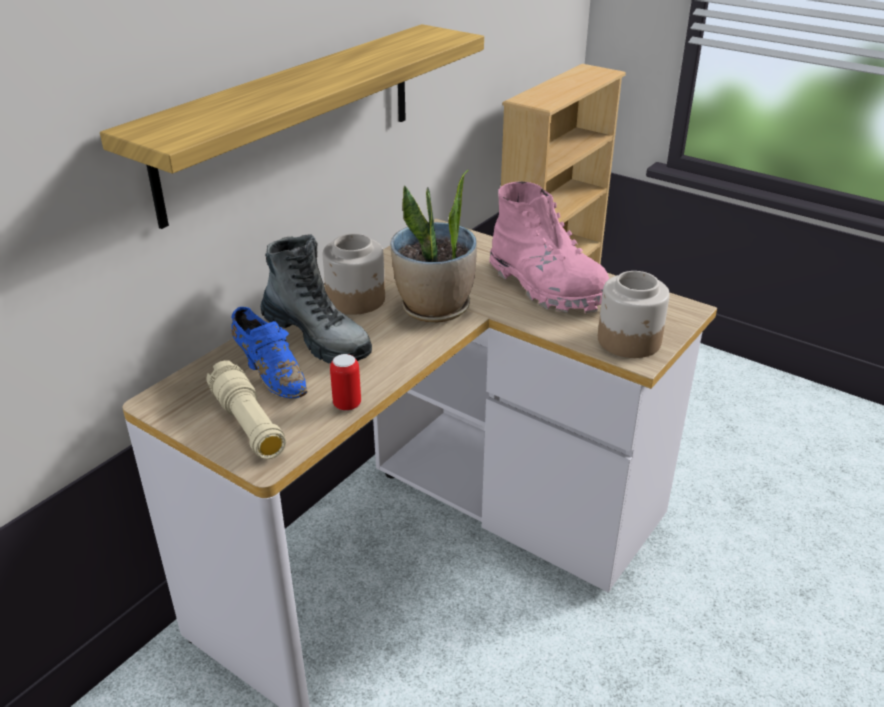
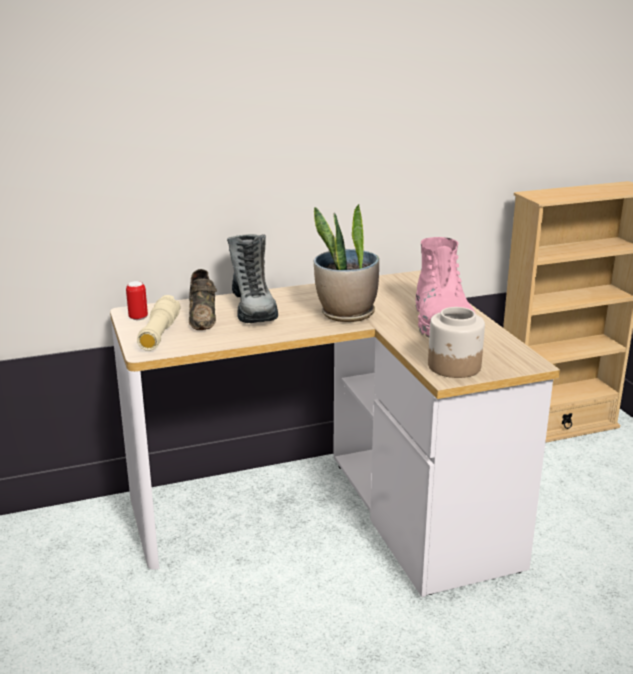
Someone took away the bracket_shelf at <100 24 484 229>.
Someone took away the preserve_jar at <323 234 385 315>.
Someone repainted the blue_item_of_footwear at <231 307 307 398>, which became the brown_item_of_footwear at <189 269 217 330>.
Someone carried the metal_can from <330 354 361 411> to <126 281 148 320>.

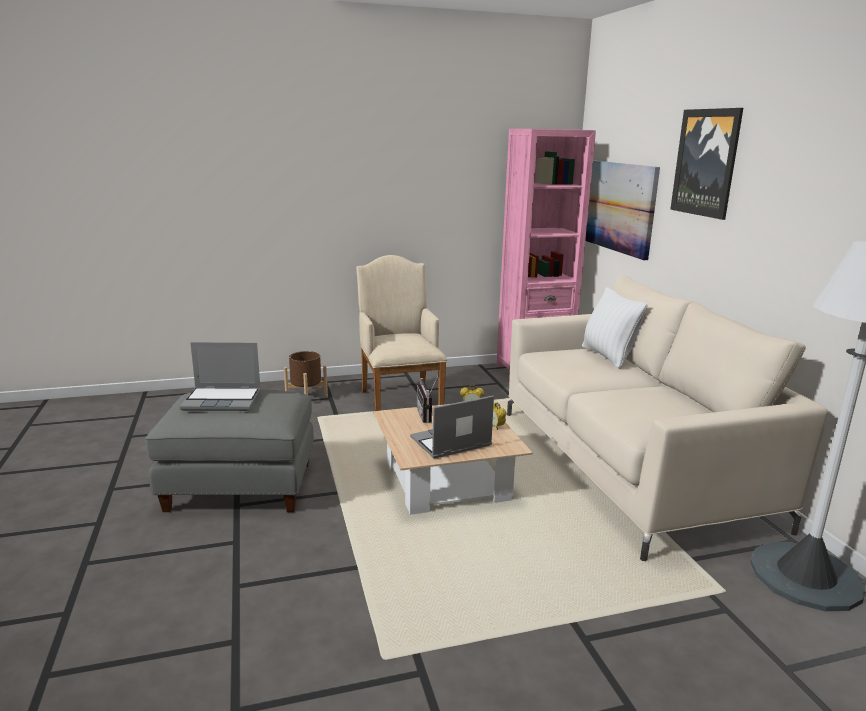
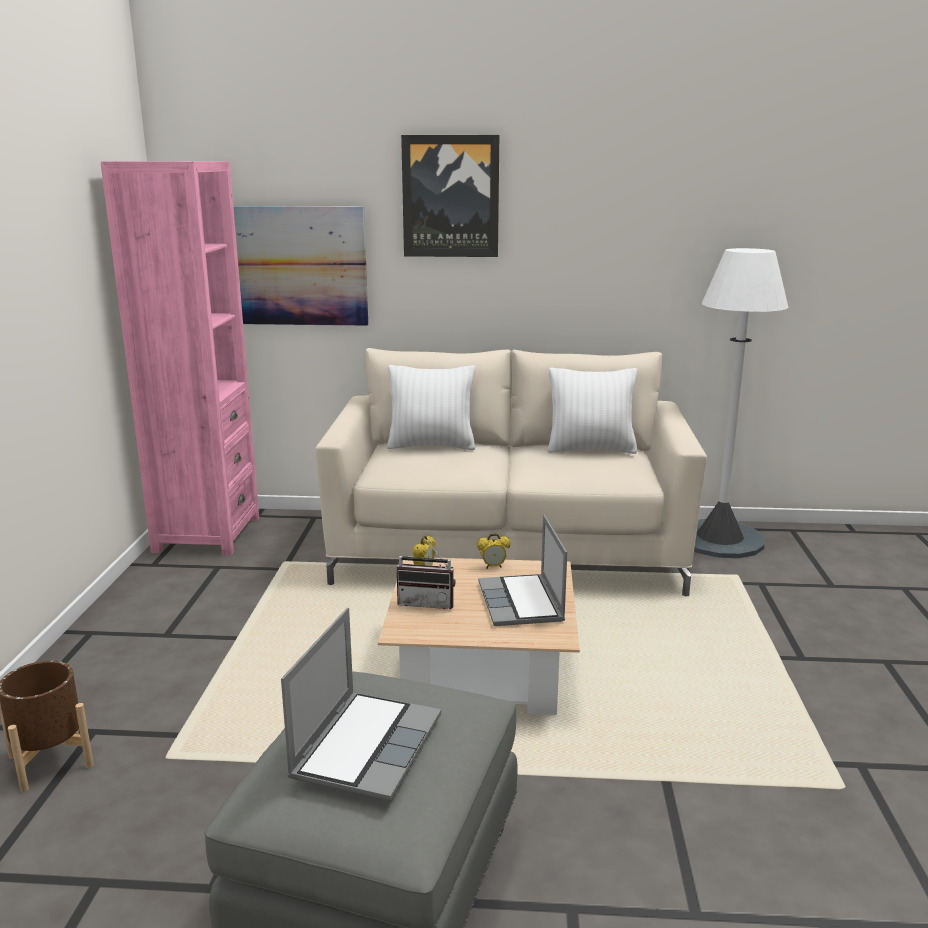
Someone took away the sand-coloured_easy_chair at <357 255 448 411>.
Someone put down the white_pillow at <547 368 638 454>.

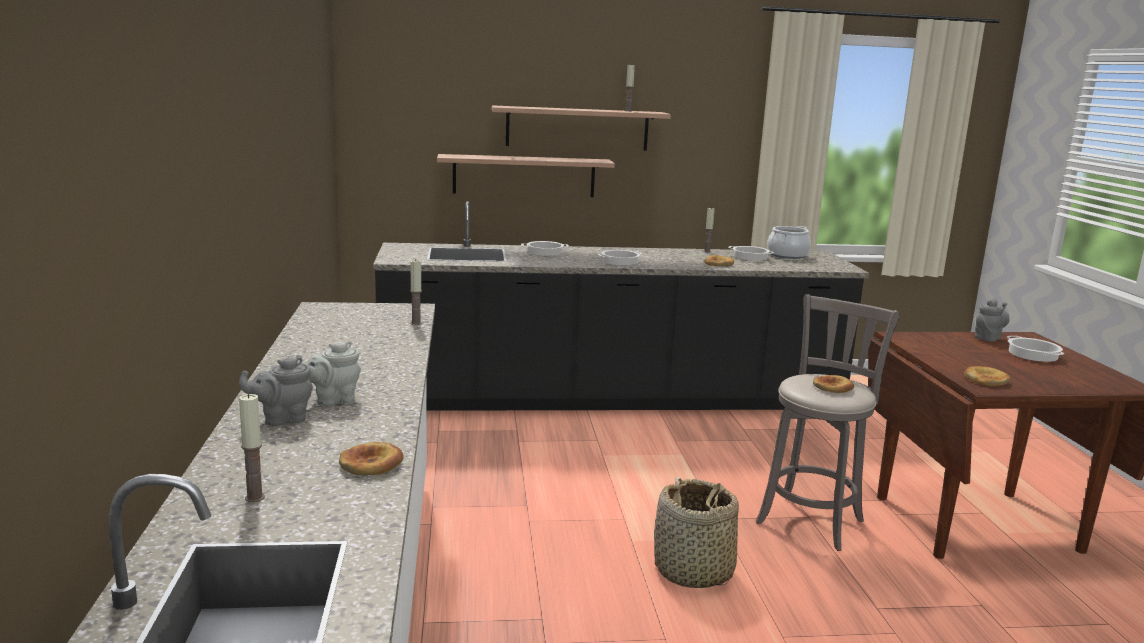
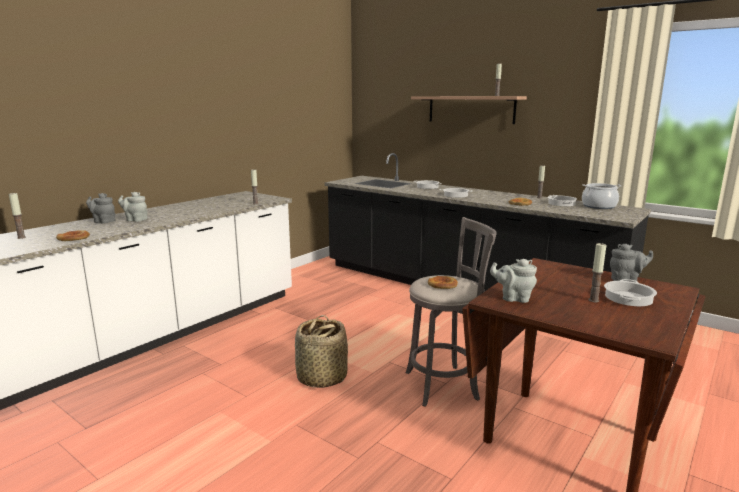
Someone took away the bracket_shelf at <437 154 615 197>.
Someone swapped the bakery_bread at <964 366 1011 386> for the gray_tea_pot at <490 259 537 303>.
Someone put down the wax_candle at <588 243 606 302>.

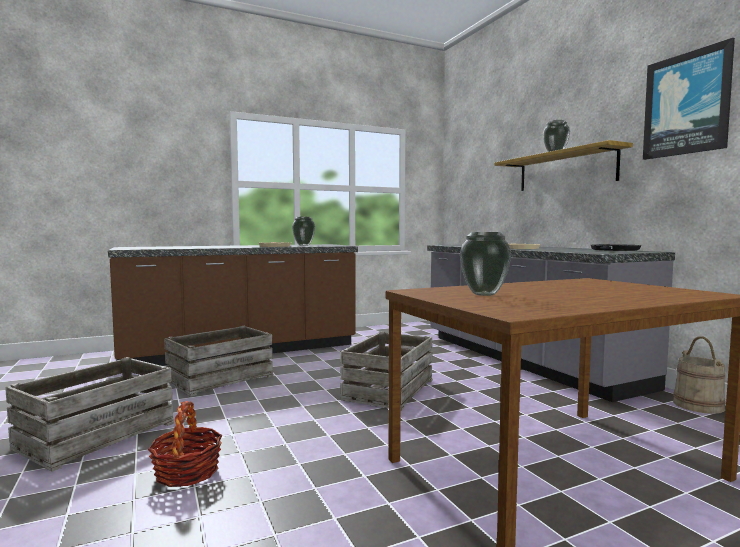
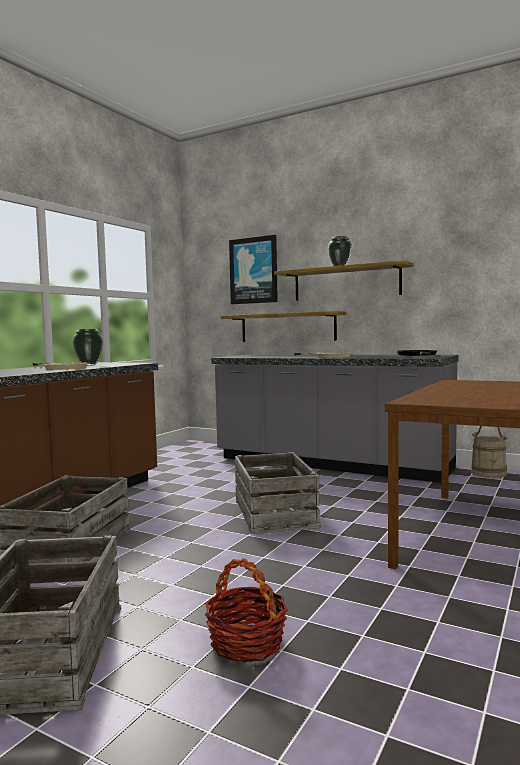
Someone carried the wall_art from <643 38 735 160> to <229 235 278 304>.
Someone took away the vase at <460 232 511 296>.
Someone put up the bracket_shelf at <221 311 347 342>.

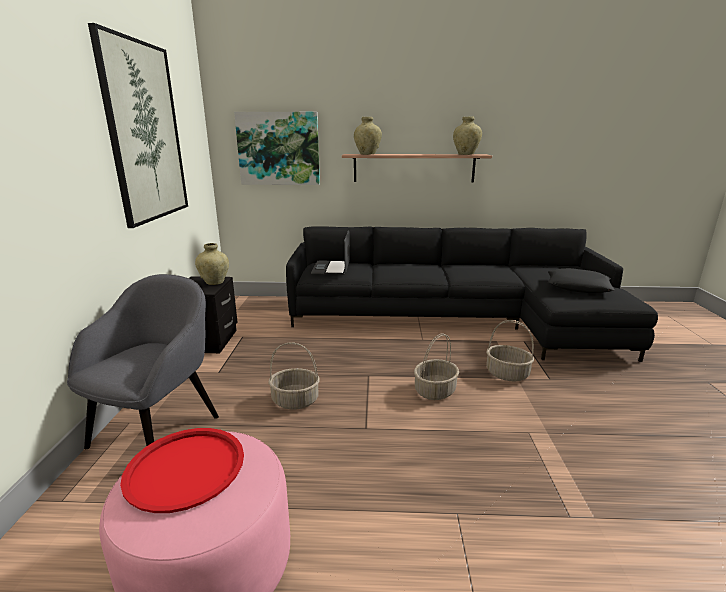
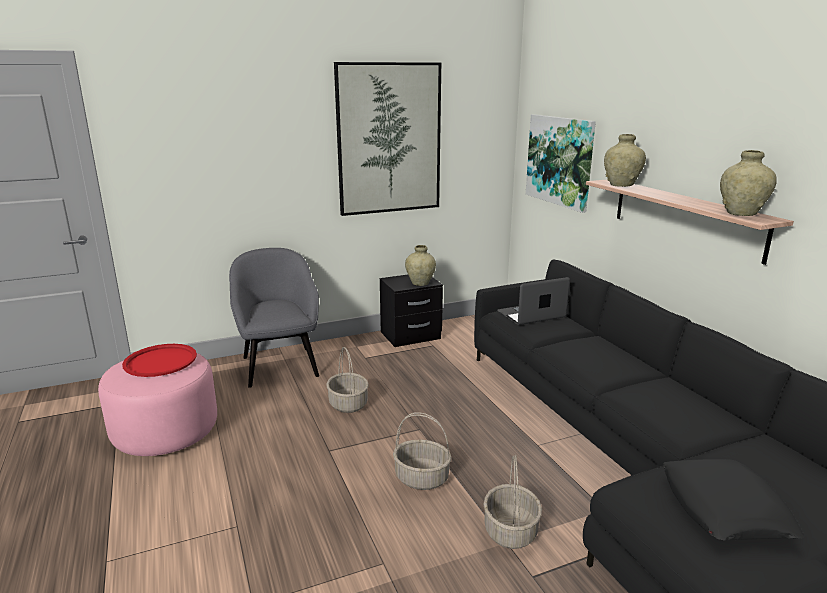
Someone rotated the gray_easy_chair at <67 274 219 449> by 105 degrees counterclockwise.

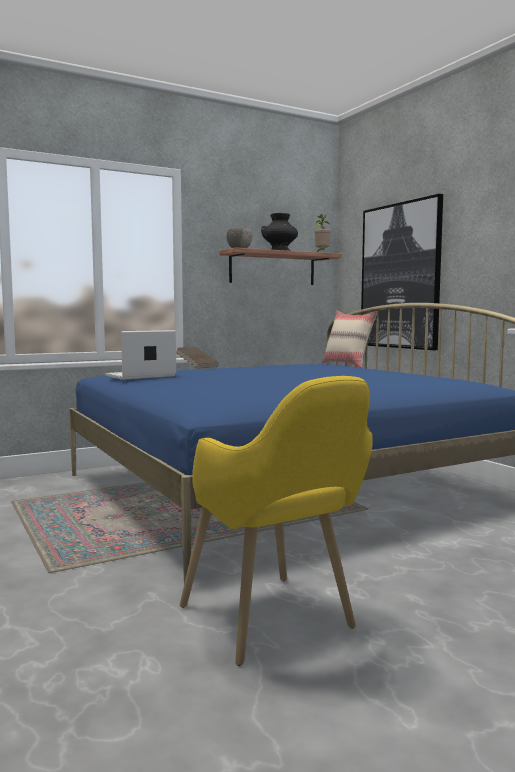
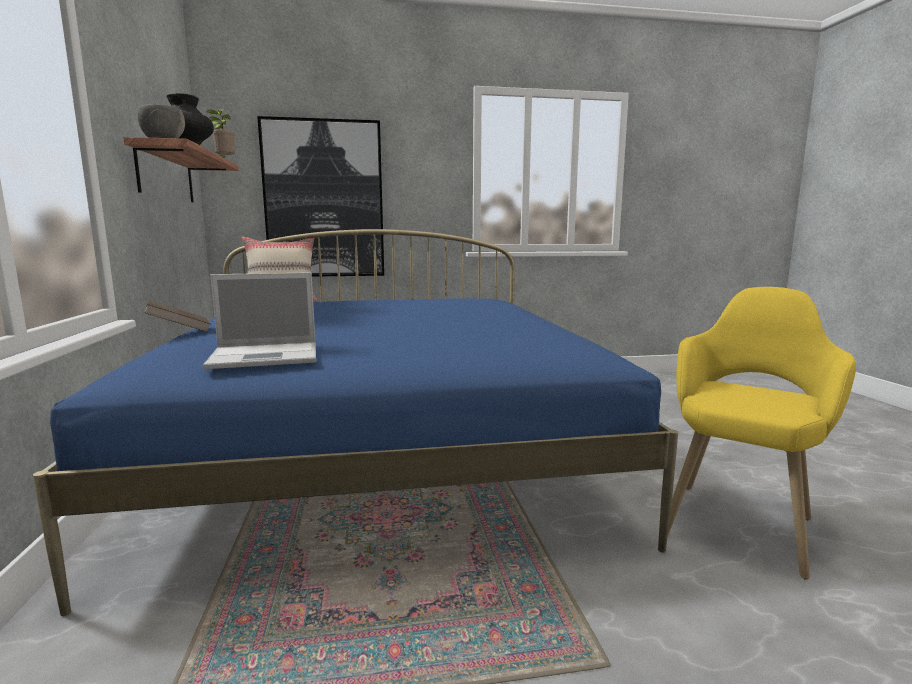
Someone rotated the portable_computer at <105 330 176 380> by 90 degrees counterclockwise.
Someone rotated the yellow_easy_chair at <180 376 373 666> by 45 degrees counterclockwise.

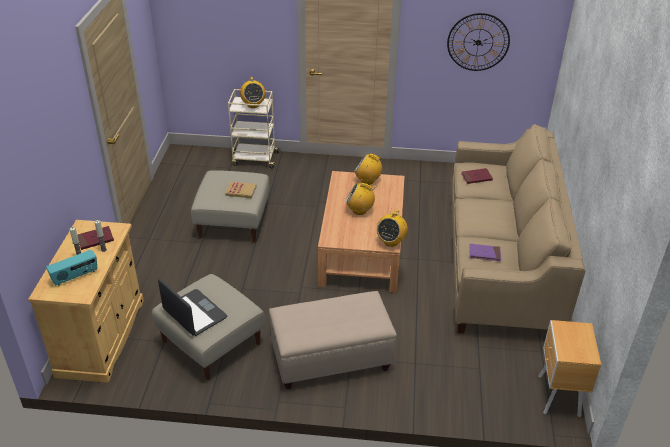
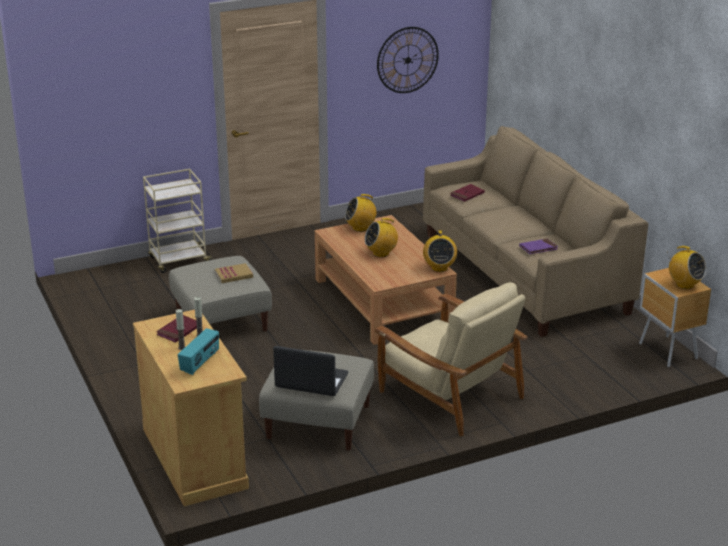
Someone carried the radio_receiver from <240 77 266 108> to <667 246 706 289>.
Someone swapped the sand-coloured_ottoman at <269 291 397 389> for the sand-coloured_easy_chair at <374 282 528 437>.

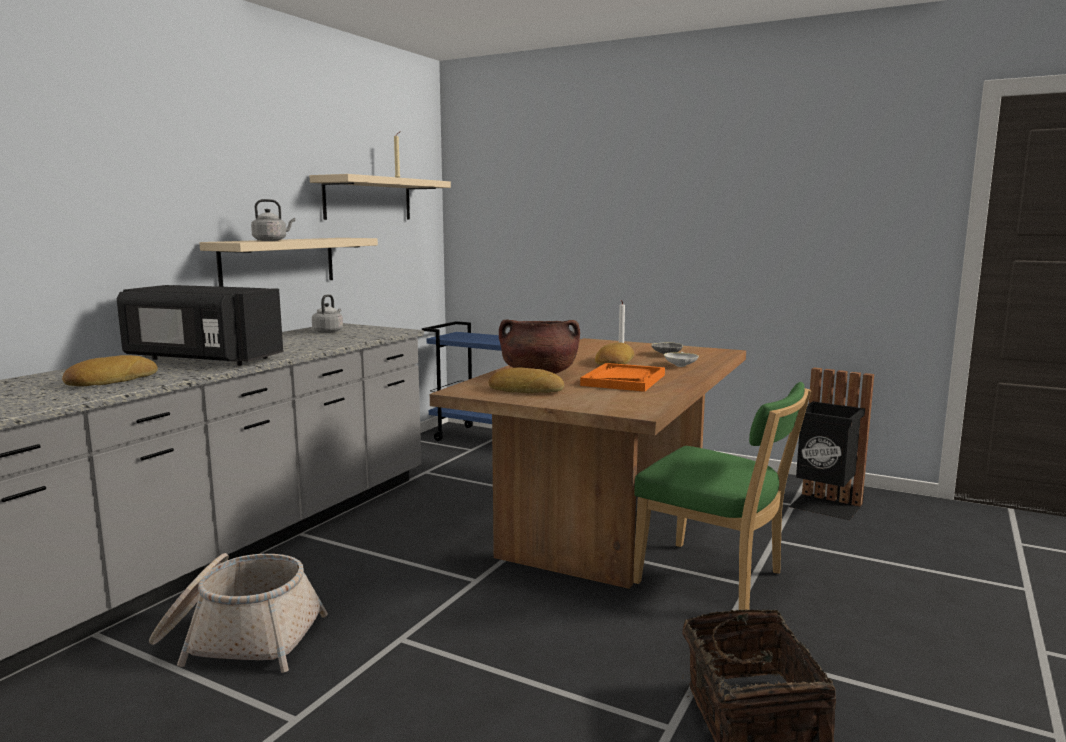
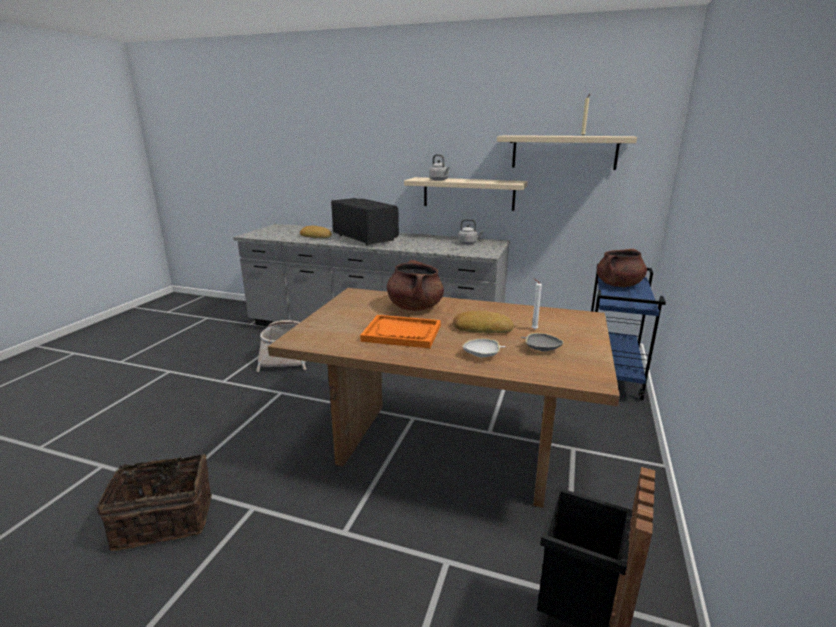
Someone rotated the black_microwave_oven at <117 285 284 366> by 135 degrees clockwise.
Someone took away the bakery_bread at <489 368 564 393>.
Someone took away the greenish_chair at <633 382 811 610>.
Someone put down the brown_stockpot at <597 249 647 287>.

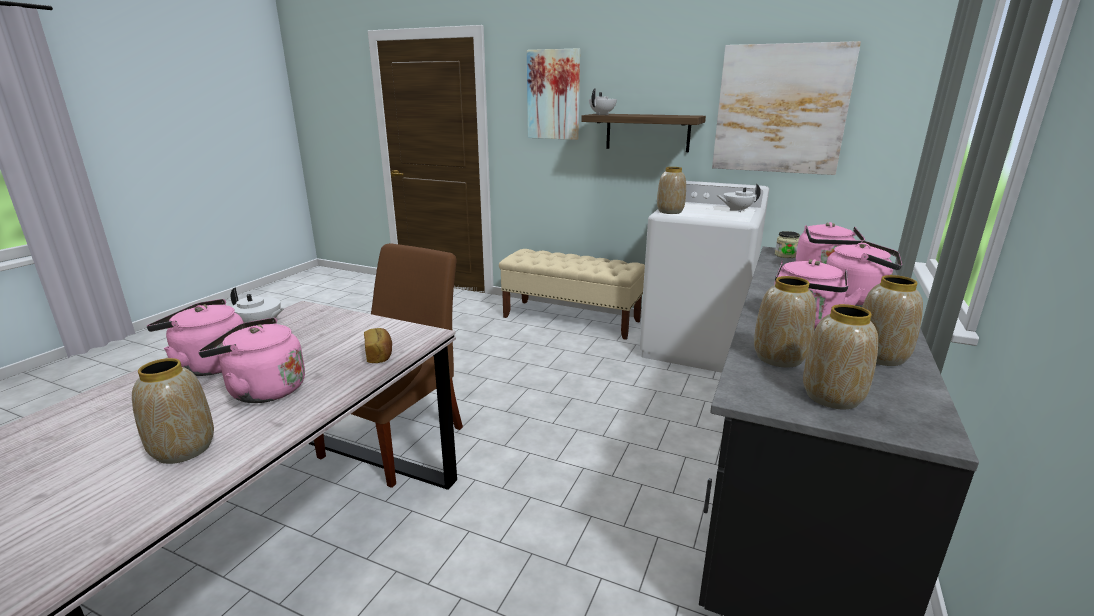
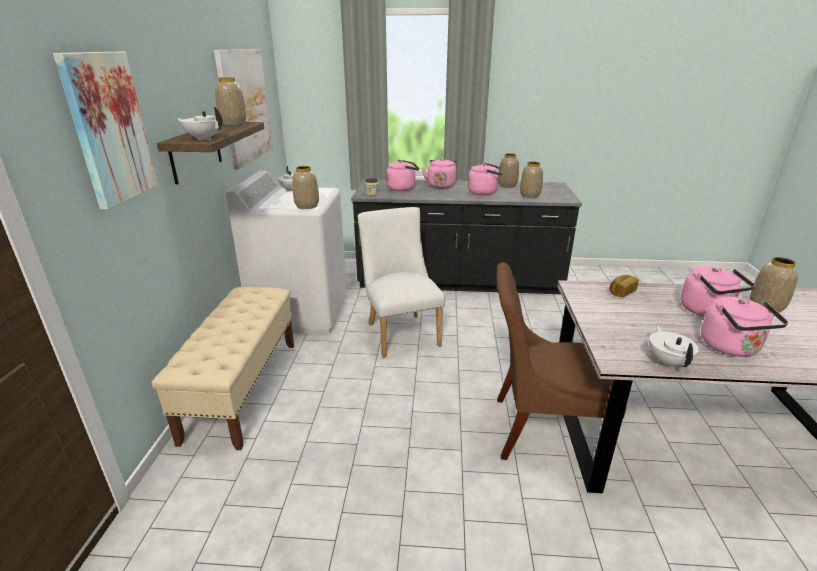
Someone carried the vase from <803 304 878 409> to <215 77 246 125>.
Someone put down the white_chair at <358 207 446 358>.

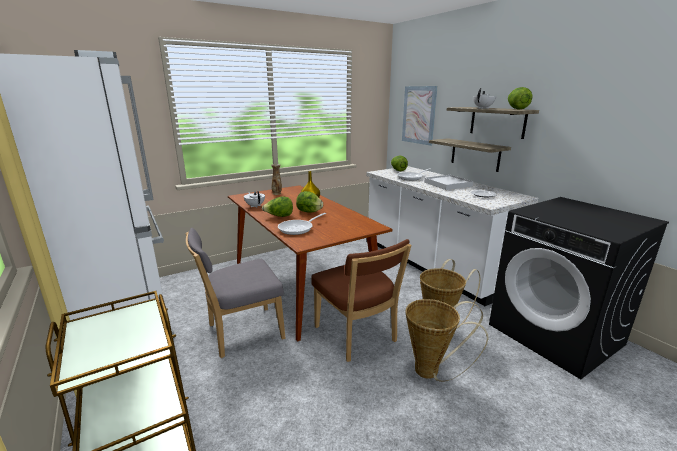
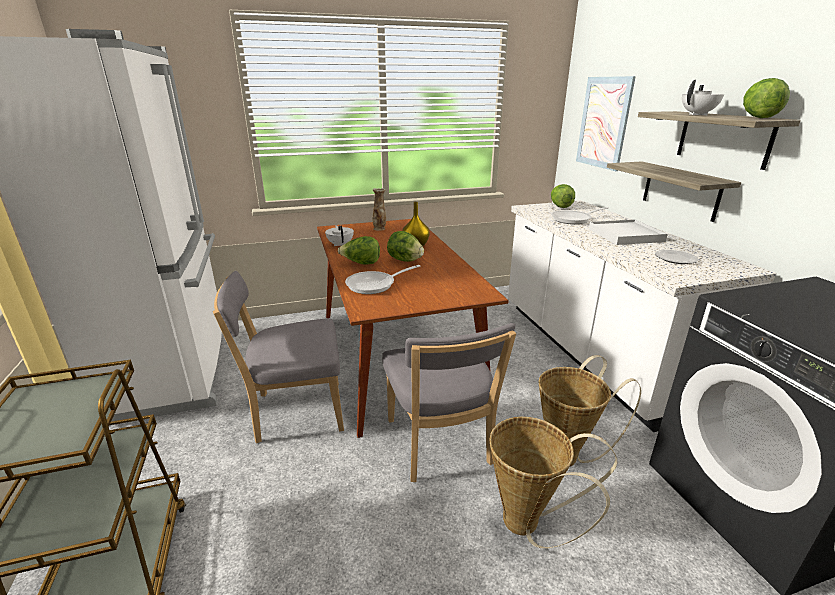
Someone repainted the brown_chair at <311 239 411 362>, which became the gray_chair at <382 323 516 482>.

